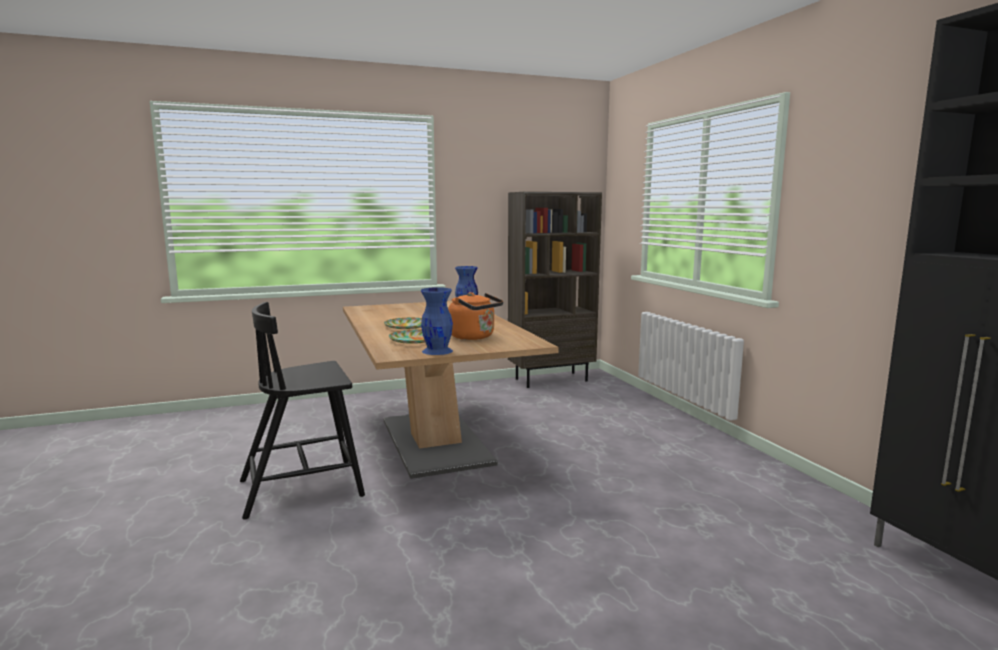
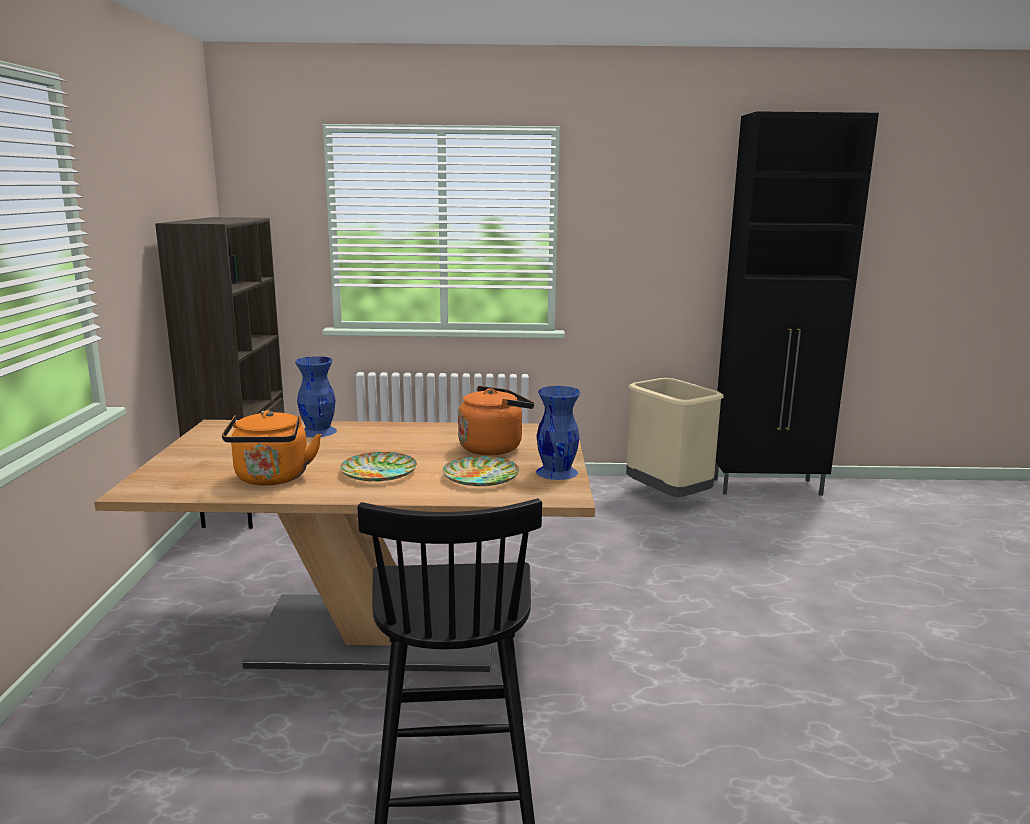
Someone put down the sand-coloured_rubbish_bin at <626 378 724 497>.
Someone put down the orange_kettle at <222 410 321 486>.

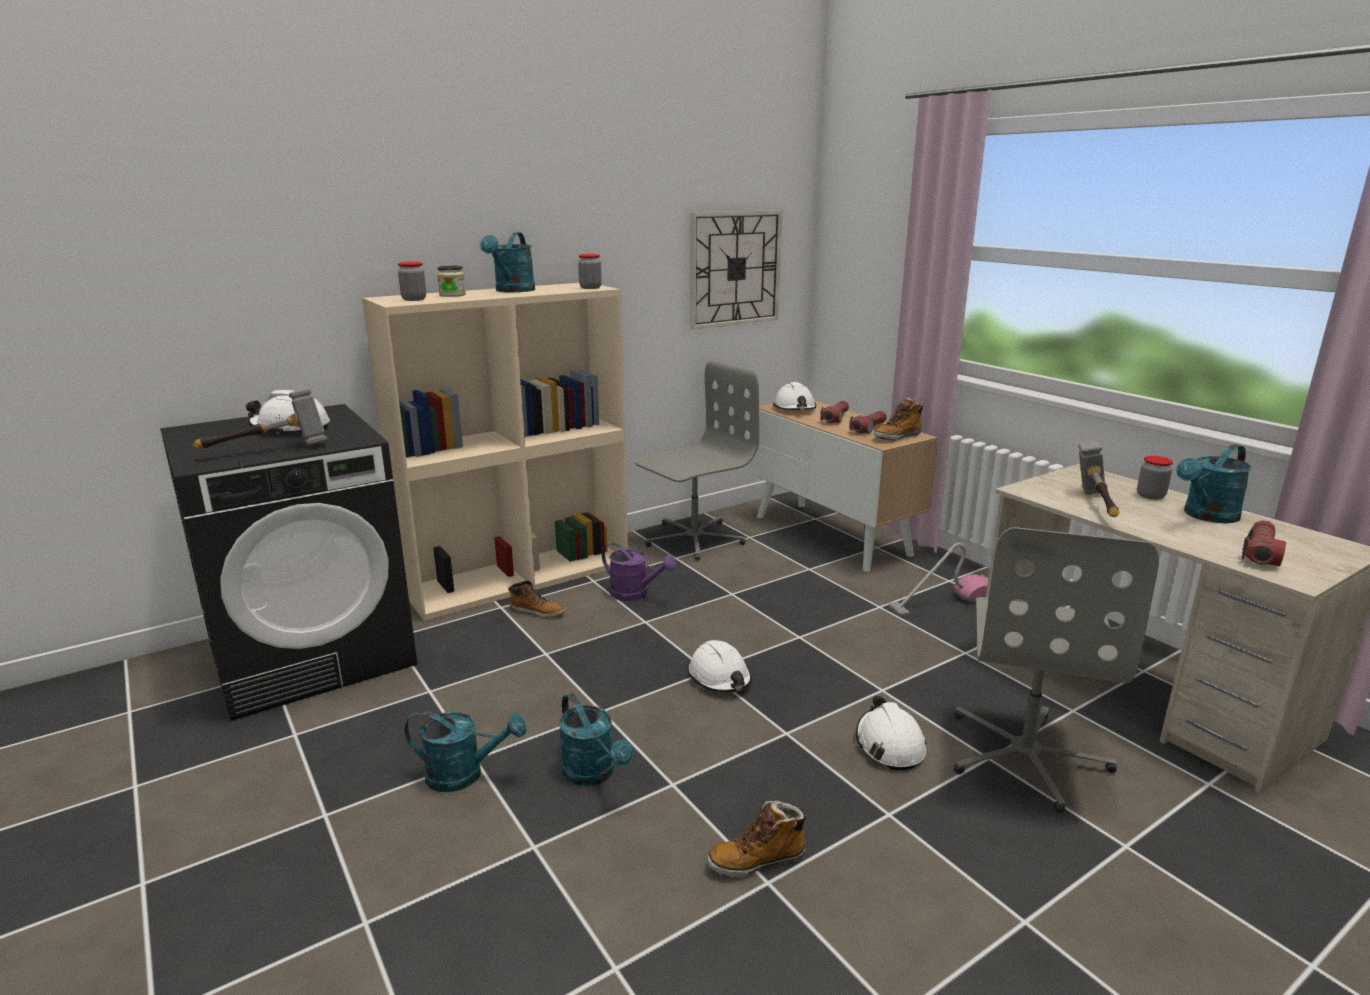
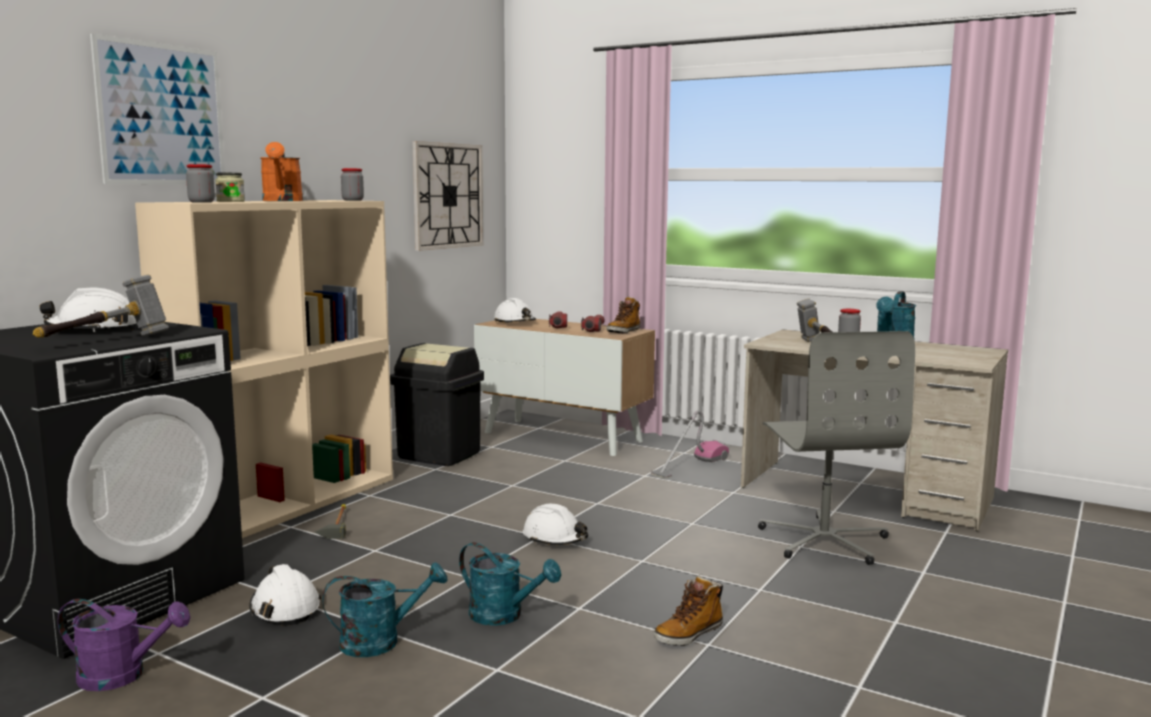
Someone repainted the turquoise-coloured_watering_can at <480 232 535 292>, which became the orange_watering_can at <260 142 303 201>.
Someone swapped the gray_desk_chair at <635 361 759 561> for the black_rubbish_bin at <390 343 484 466>.
Someone took away the torch at <1242 520 1286 566>.
Someone carried the purple_watering_can from <602 542 677 601> to <58 599 190 691>.
Someone swapped the high-top_boot at <508 581 565 618> for the hand_hammer at <314 504 346 539>.
Someone carried the white_work_helmet from <856 695 926 770> to <249 564 321 626>.
Someone put up the wall_art at <90 34 225 184>.

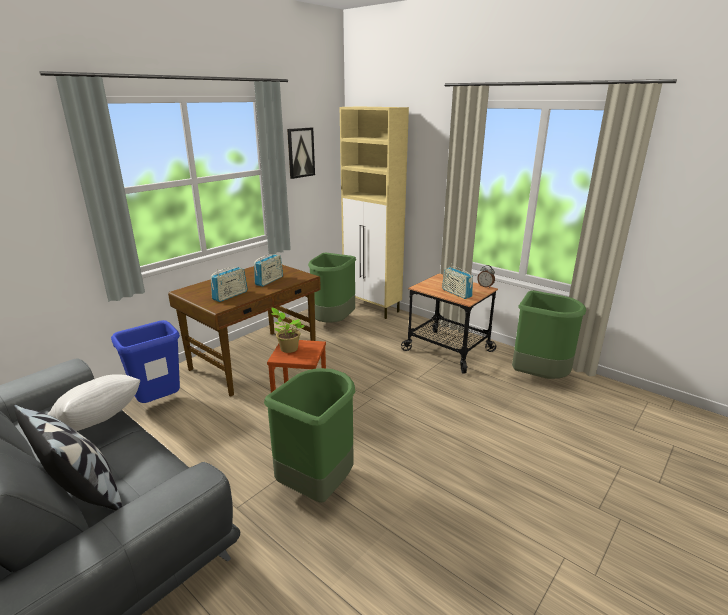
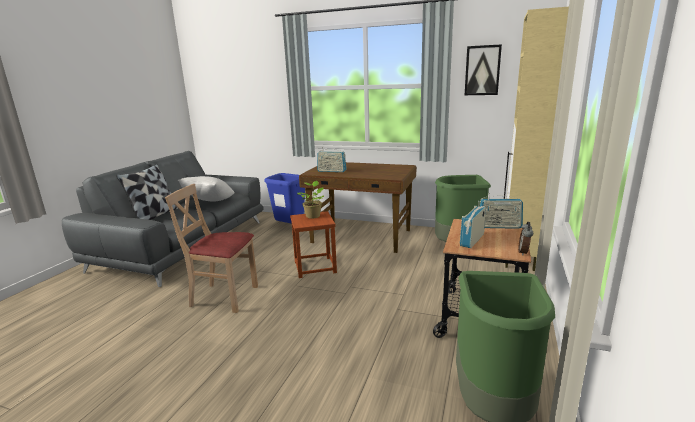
Someone carried the radio_receiver from <254 254 283 287> to <479 193 523 229>.
Someone swapped the greenish_rubbish_bin at <264 368 355 503> for the sand-coloured_chair at <165 184 258 313>.

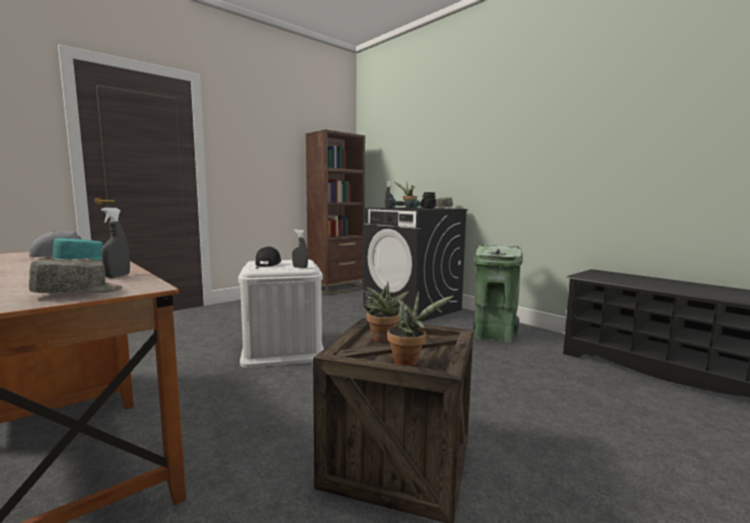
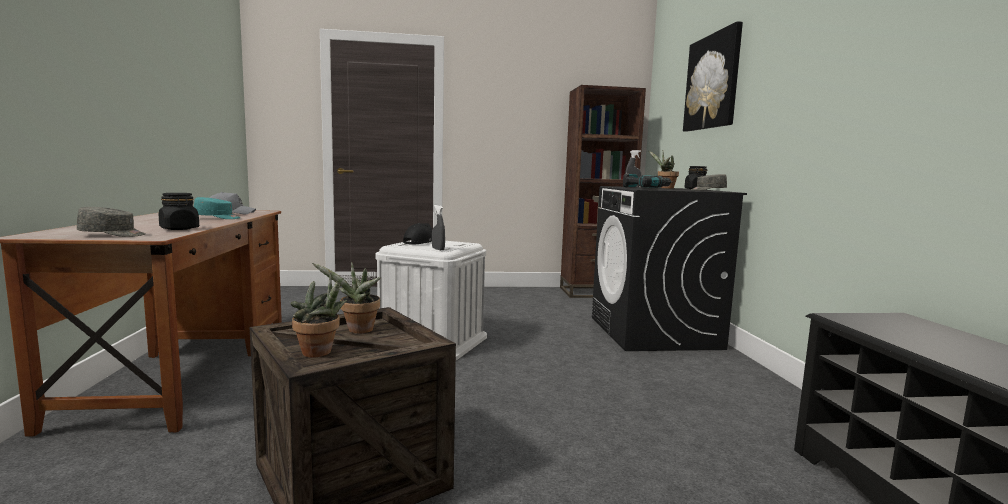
Someone swapped the gray_spray_bottle at <101 208 130 278> for the black_preserve_jar at <159 193 199 230>.
Someone took away the greenish_rubbish_bin at <473 244 523 343>.
Someone put up the wall_art at <683 21 743 132>.

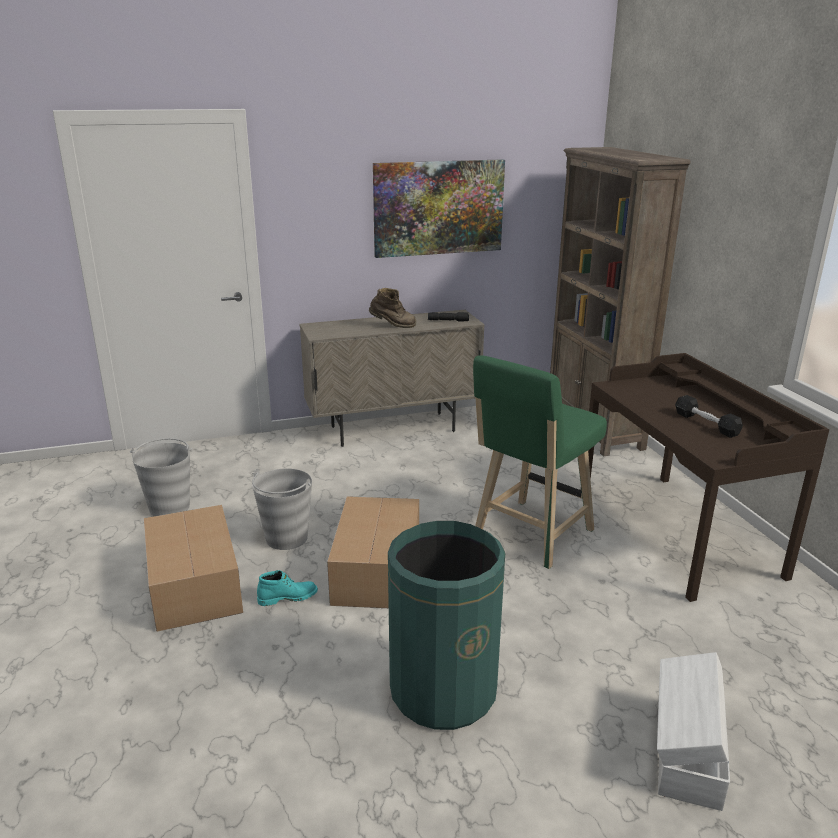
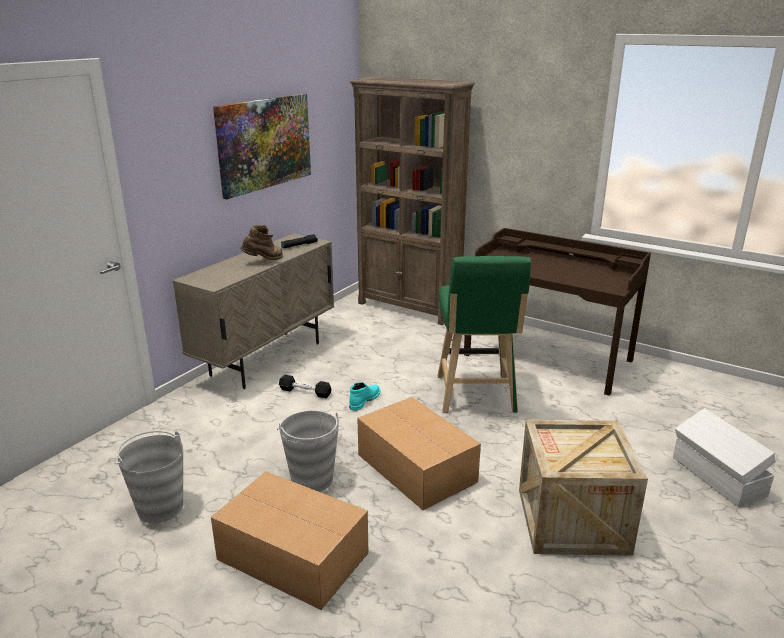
Someone carried the black_dumbbell from <675 395 743 438> to <279 375 331 398>.
Someone swapped the greenish_rubbish_bin at <388 521 505 730> for the crate at <519 420 648 556>.
Someone carried the turquoise-coloured_high-top_boot from <257 570 318 606> to <349 382 381 411>.

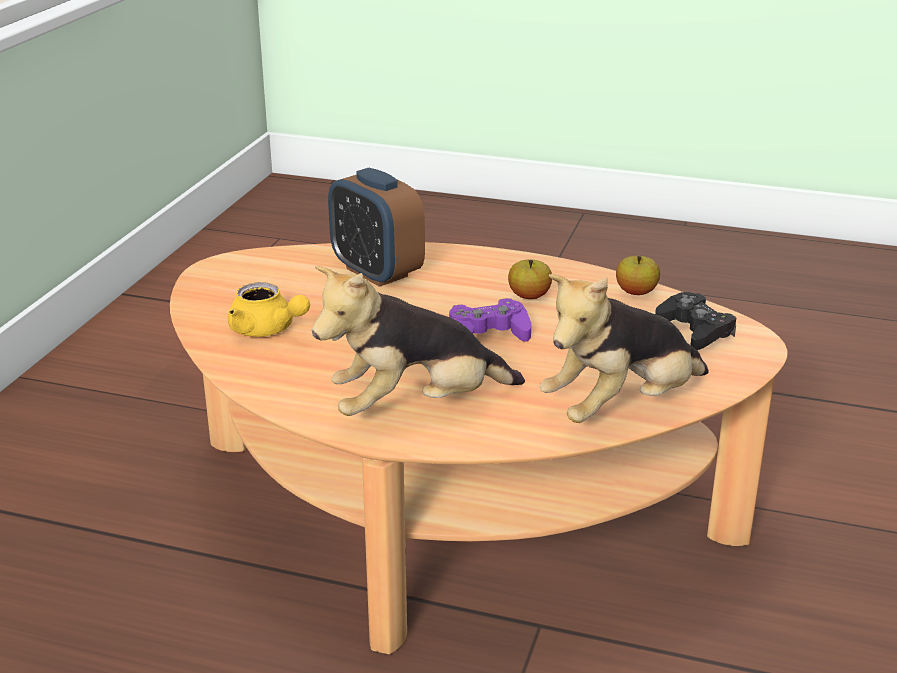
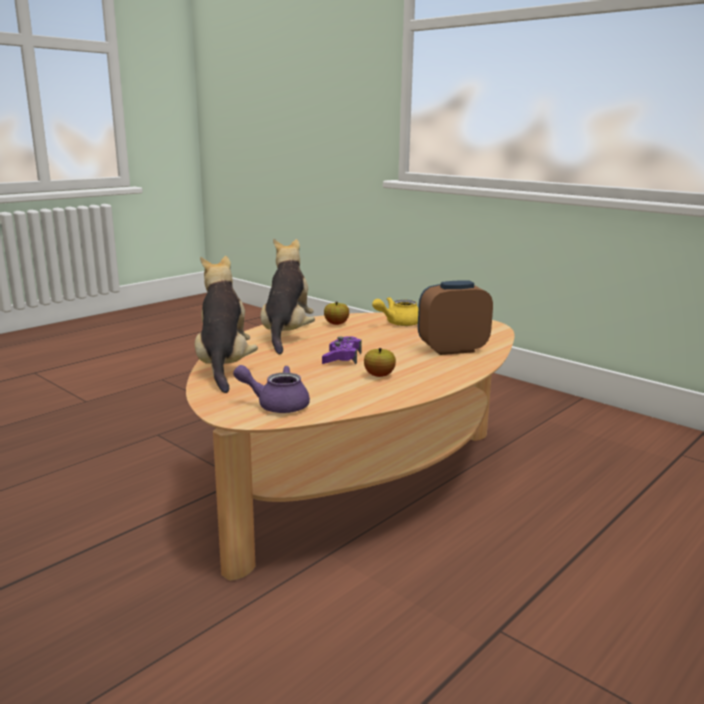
Someone carried the apple from <616 256 660 295> to <324 302 349 325>.
Someone swapped the black_game_controller at <655 292 736 350> for the purple_tea_pot at <233 365 310 413>.

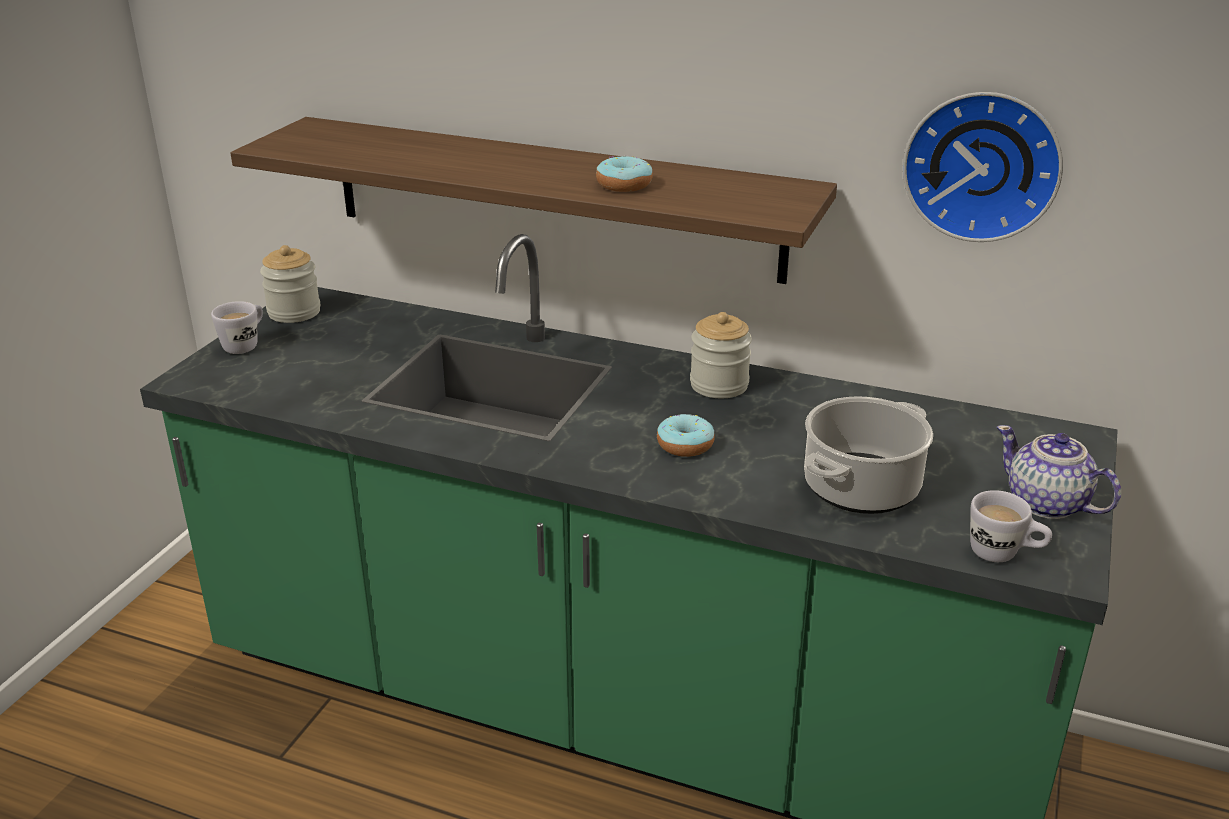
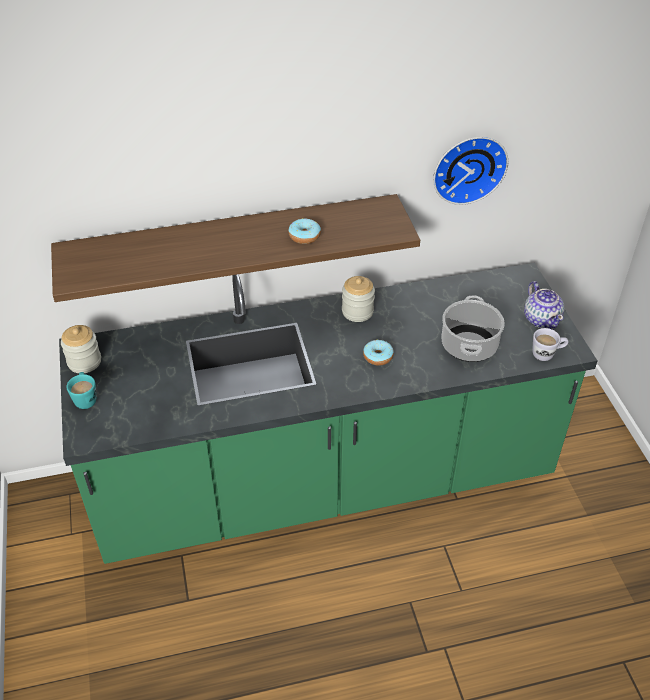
Someone repainted the white_coffee_mug at <211 301 263 354>, which became the turquoise-coloured_coffee_mug at <66 372 96 409>.
Someone rotated the tea_pot at <997 425 1121 519> by 120 degrees counterclockwise.

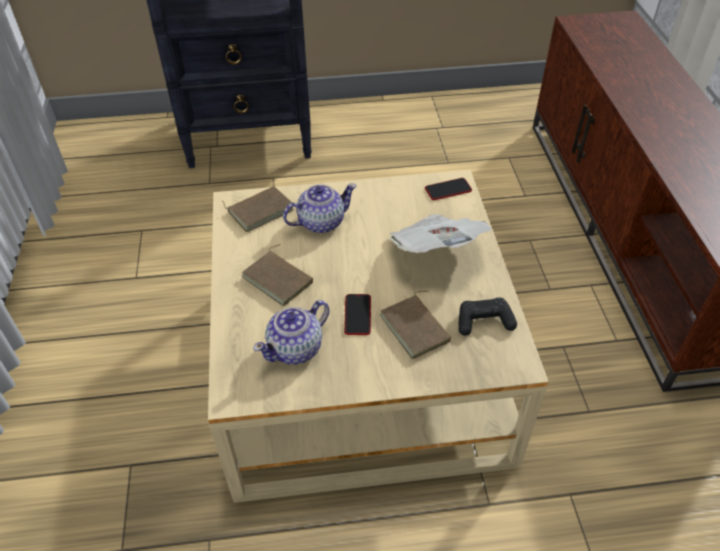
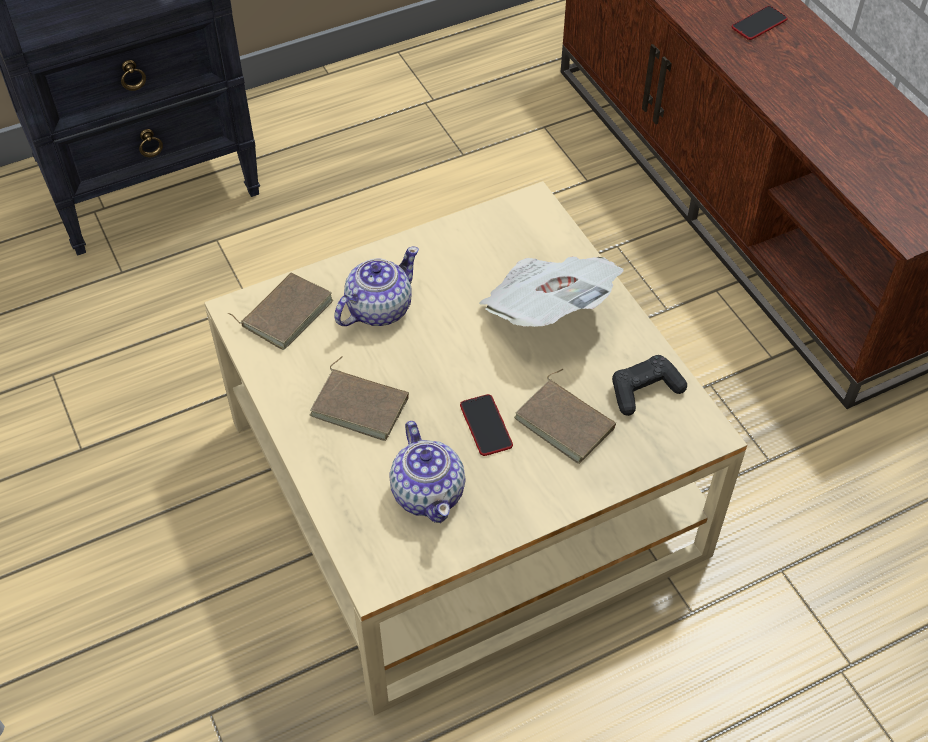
Someone carried the phone from <425 178 472 200> to <732 6 788 40>.
Someone rotated the tea_pot at <253 300 330 365> by 45 degrees counterclockwise.

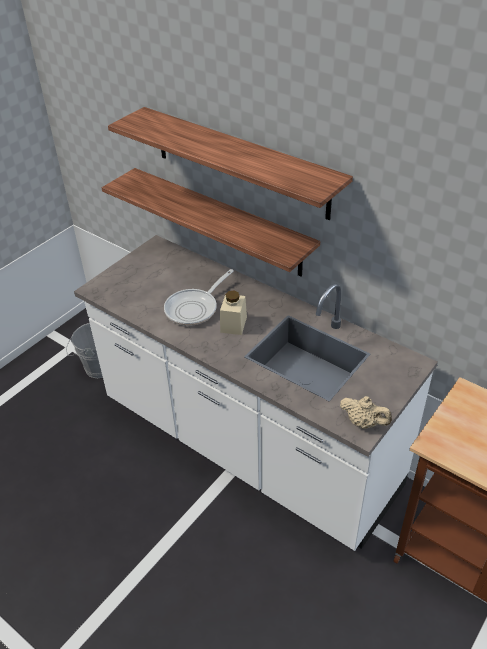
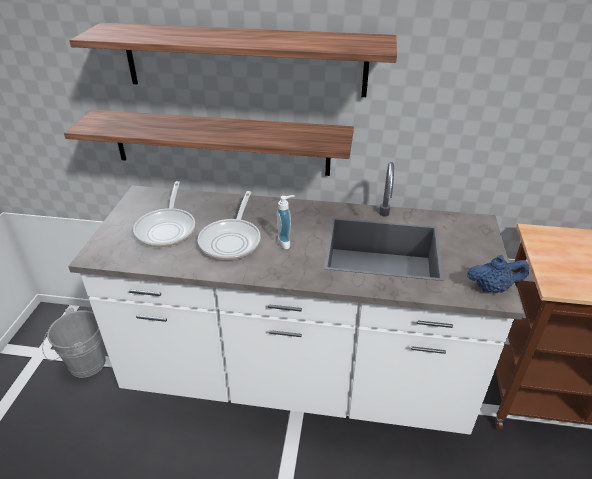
Someone swapped the sand-coloured_preserve_jar at <220 290 247 335> for the soap_bottle at <277 195 295 249>.
Someone repainted the sand-coloured_tea_pot at <340 396 392 429>, which became the blue_tea_pot at <467 255 530 293>.
Someone put down the frying_pan at <133 181 195 247>.

